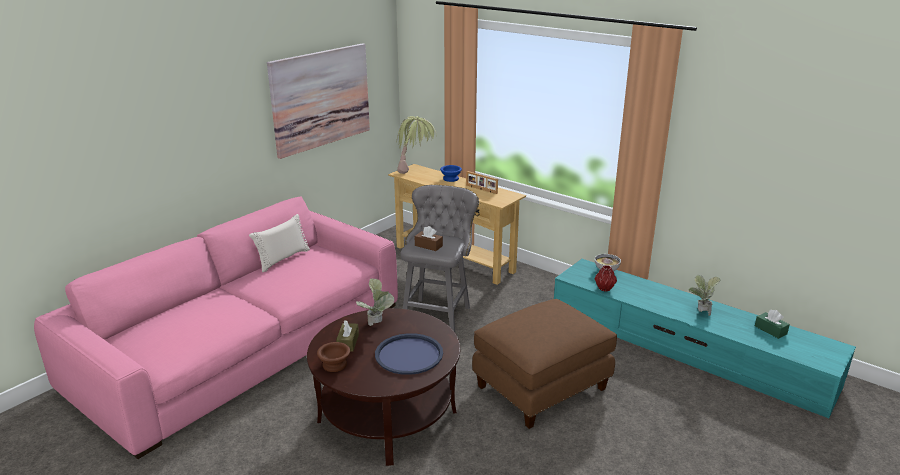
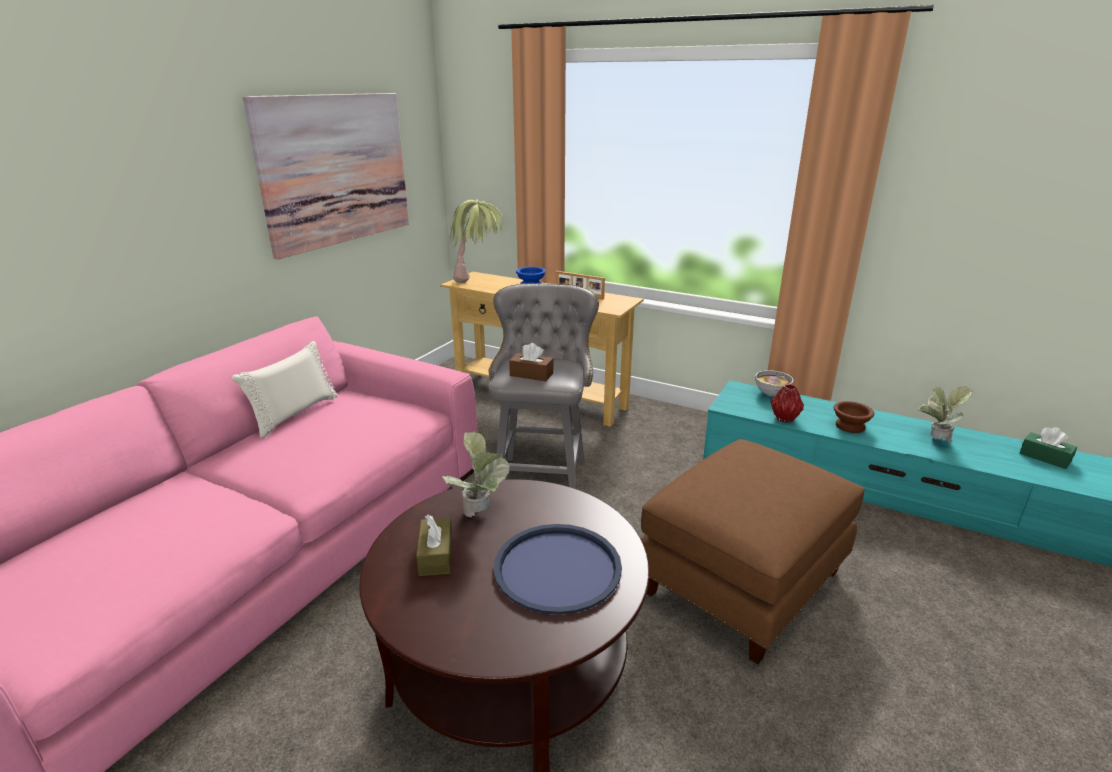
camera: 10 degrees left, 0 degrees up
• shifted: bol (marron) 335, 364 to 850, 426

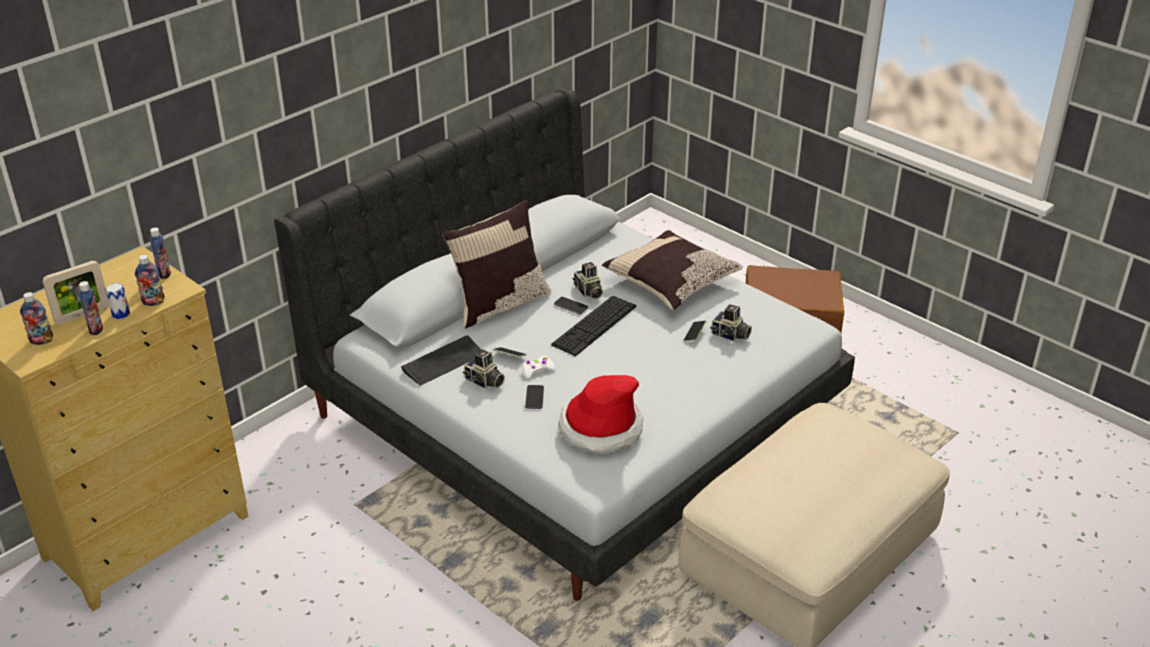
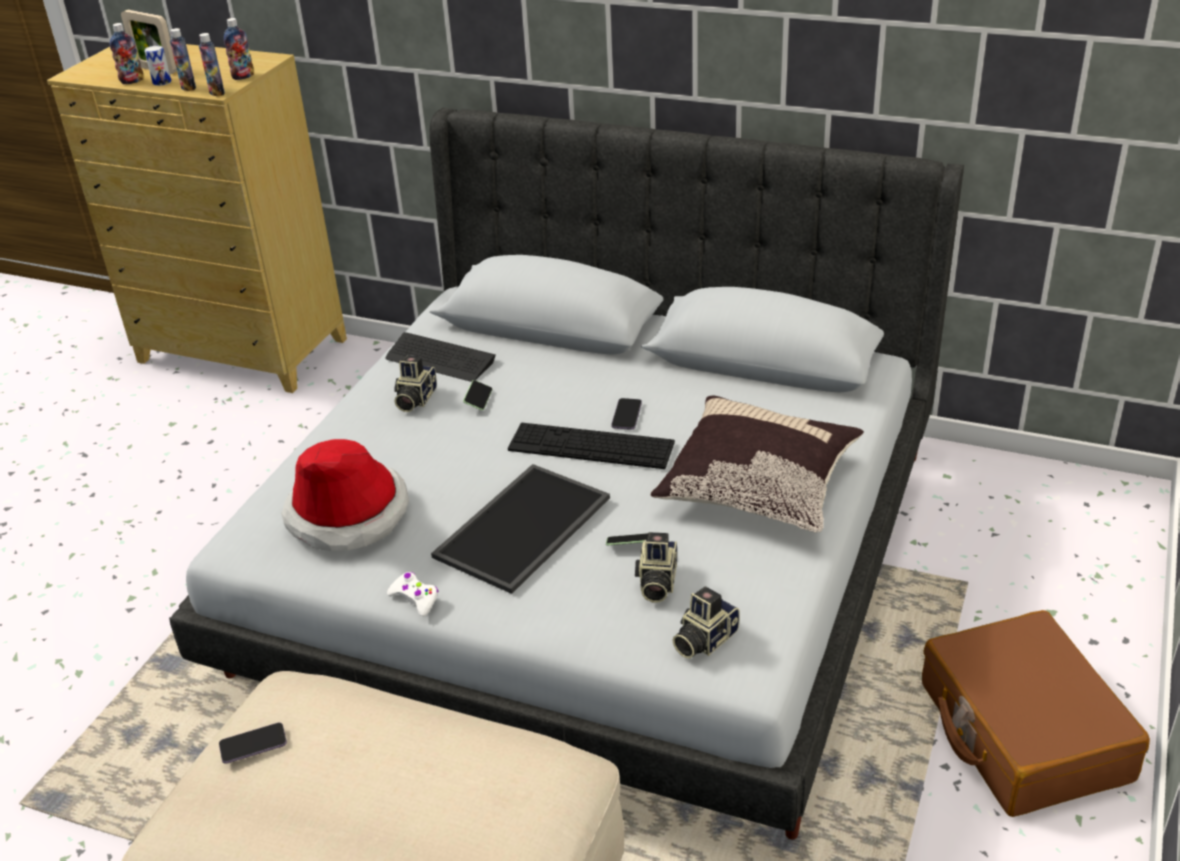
camera: 70 degrees right, 0 degrees up
• shifted: bouteille 41, 341 to 217, 92
• gone: coussin 499, 304
• shifted: manette (blanc) 537, 370 to 415, 598
• shifted: téléphone 534, 398 to 253, 744
• shifted: appareil photo 588, 292 to 703, 639
• new: plateau 524, 529

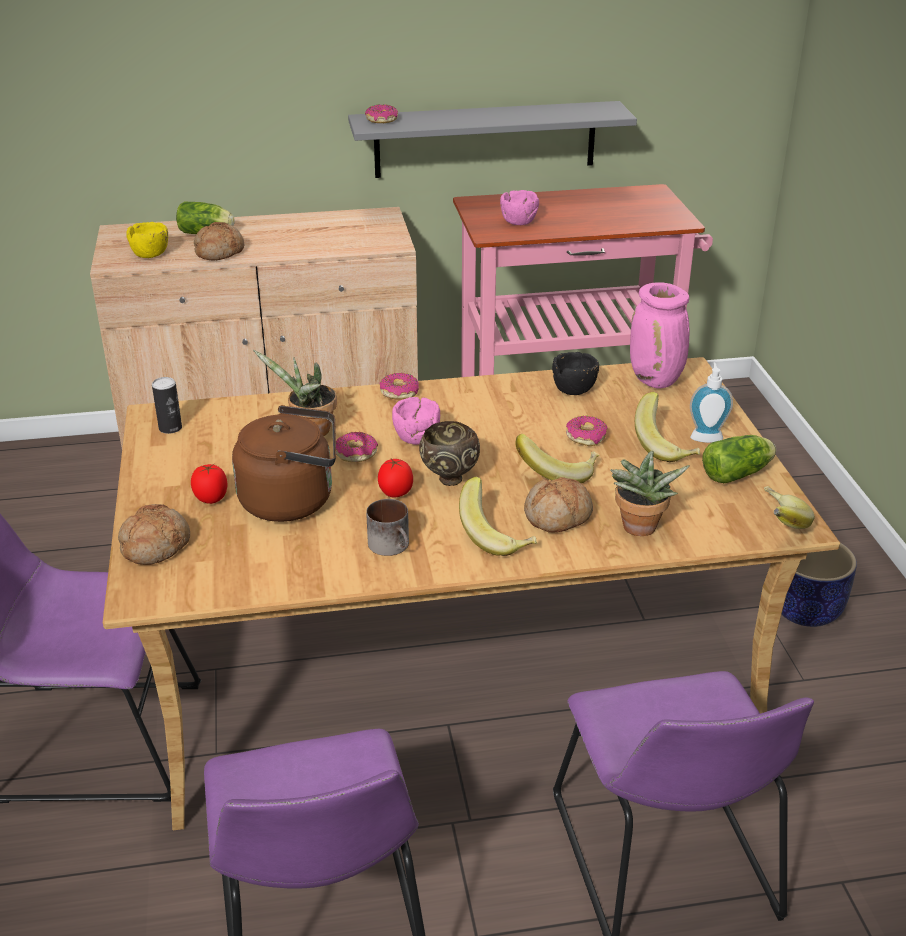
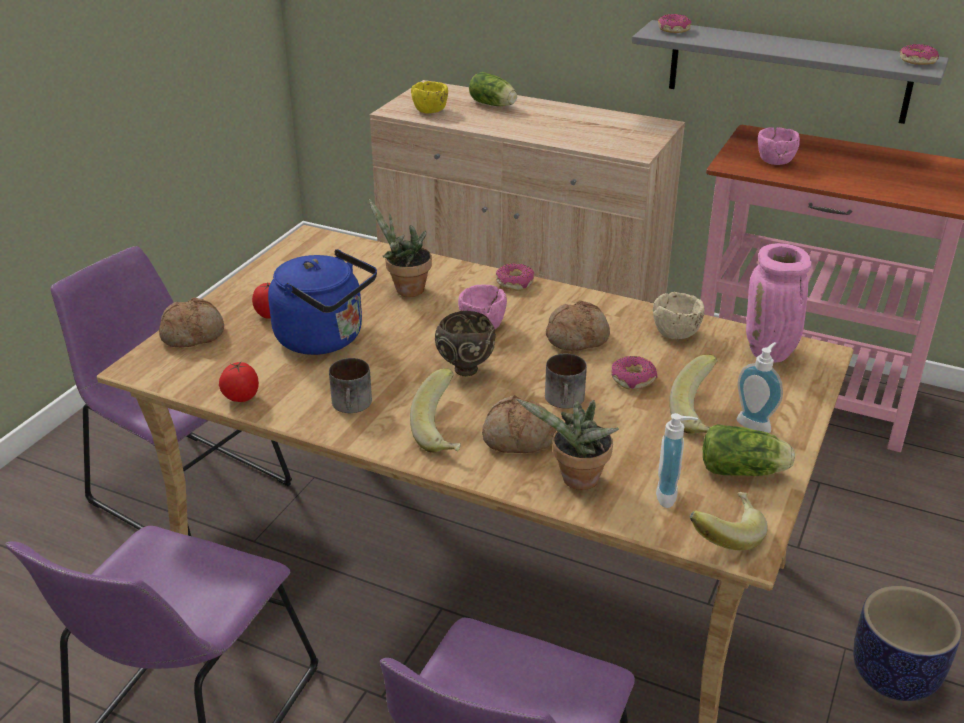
camera: 35 degrees right, 0 degrees up
• gone: boîte métallique 170, 428
• shifted: pain 219, 251 to 577, 337
• repainted: bouilloire (marron) 293, 500 to bouilloire (bleu) 325, 339
• shifted: beignet 356, 453 to 917, 61
• shifted: tomate 395, 494 to 241, 398
• swapped: banane 558, 472 to mug 566, 400
• repainted: bol (noir) 574, 389 to bol (beige) 676, 332
• new: distributeur de savon 671, 495

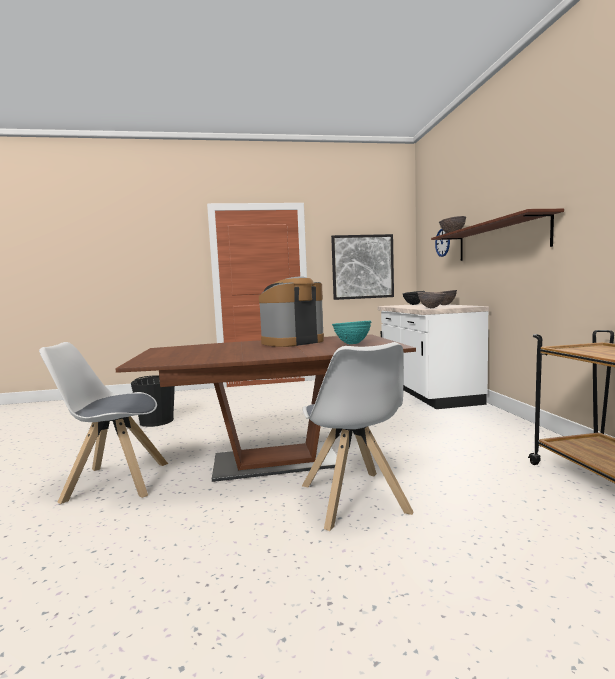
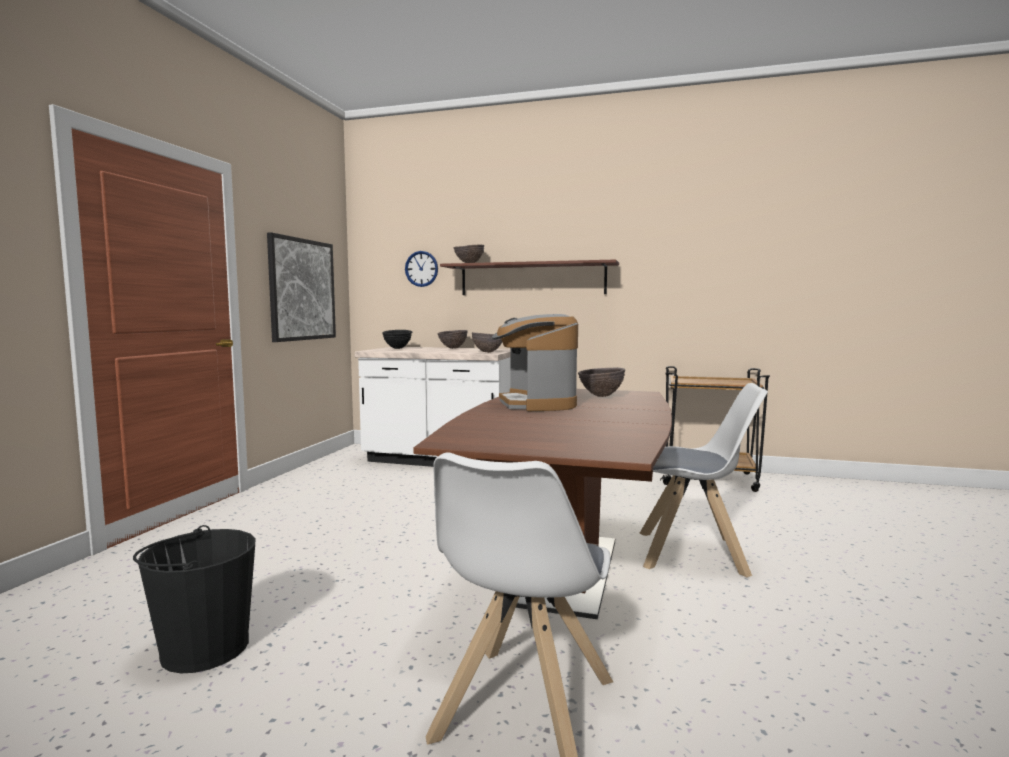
camera: 65 degrees left, 0 degrees up
• repainted: bol (turquoise) 352, 344 to bol (marron) 601, 396

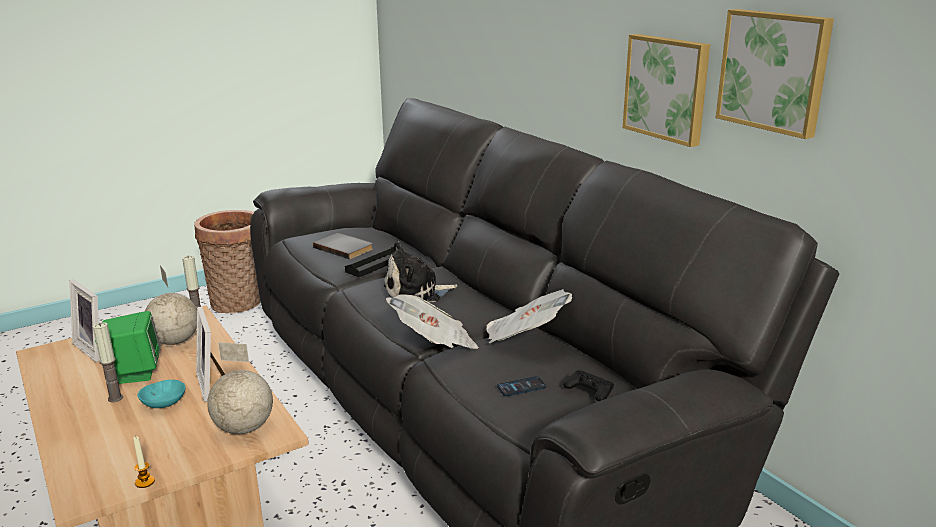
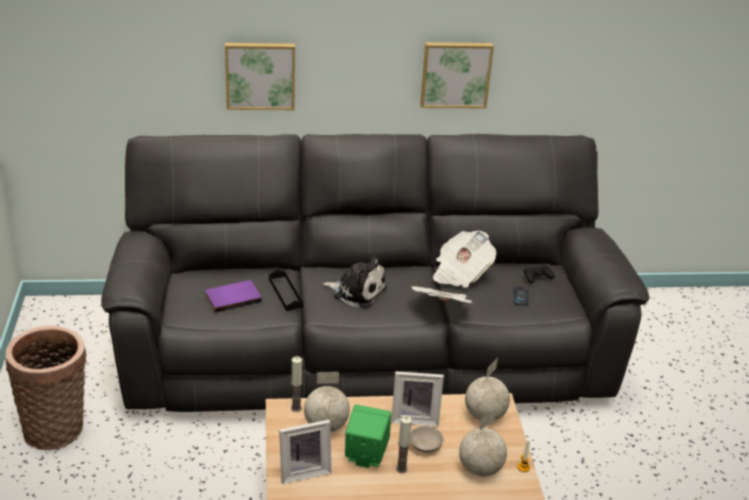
camera: 65 degrees left, 10 degrees up
• repainted: bol (turquoise) 163, 403 to bol (beige) 426, 446
• repainted: livre (gris) 345, 248 to livre (violet) 232, 297
• rotated: peluche 416, 293 = 357, 292 75 degrees counterclockwise
• shifted: tableau 774, 71 to 260, 75
• new: globe 481, 469

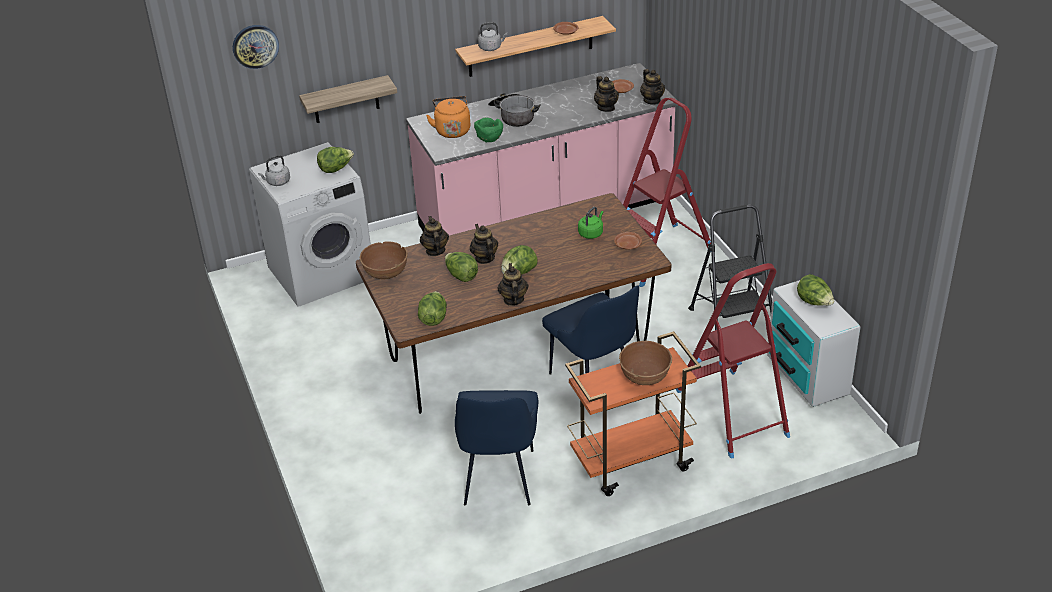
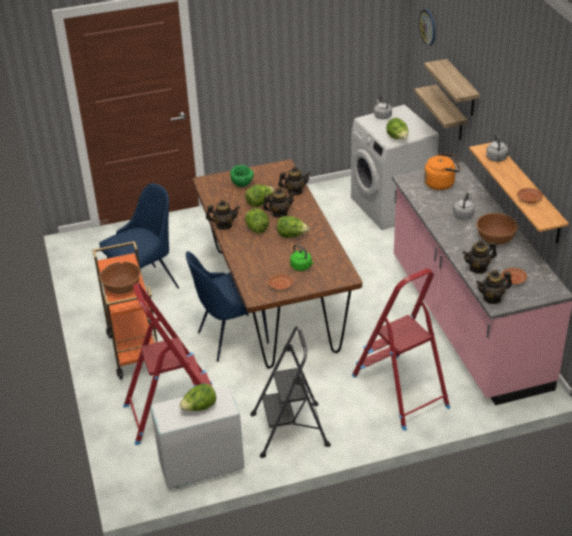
camera: 95 degrees right, 0 degrees up
• shifted: bol (marron) 385, 272 to 495, 239
• shifted: laitue 433, 318 to 292, 235
• rotated: chaise (bleu) 499, 478 = 145, 287 135 degrees clockwise
• shifted: bol (vert) 489, 140 to 242, 185
• swapped: marmite 513, 116 to bouilloire (gris) 463, 214
• new: étagère 462, 89

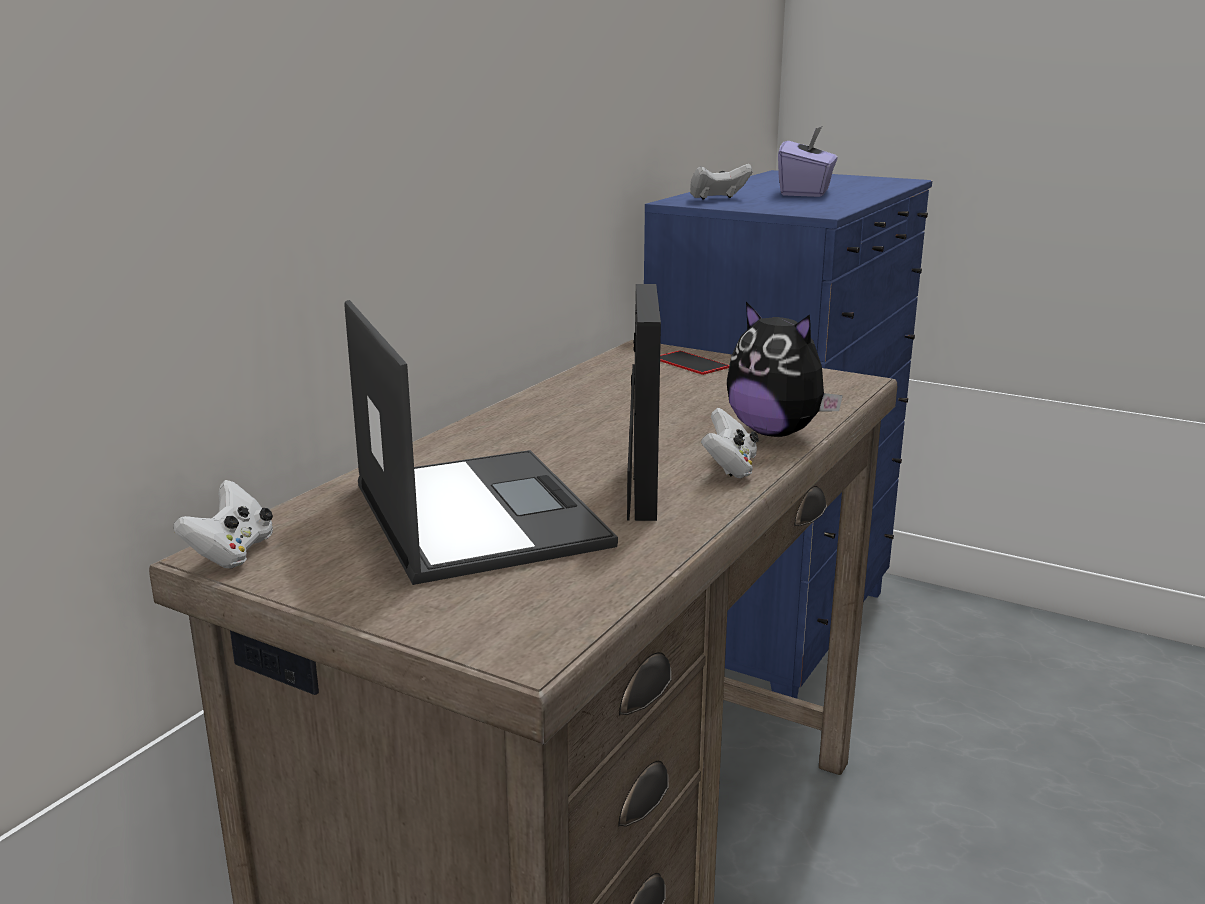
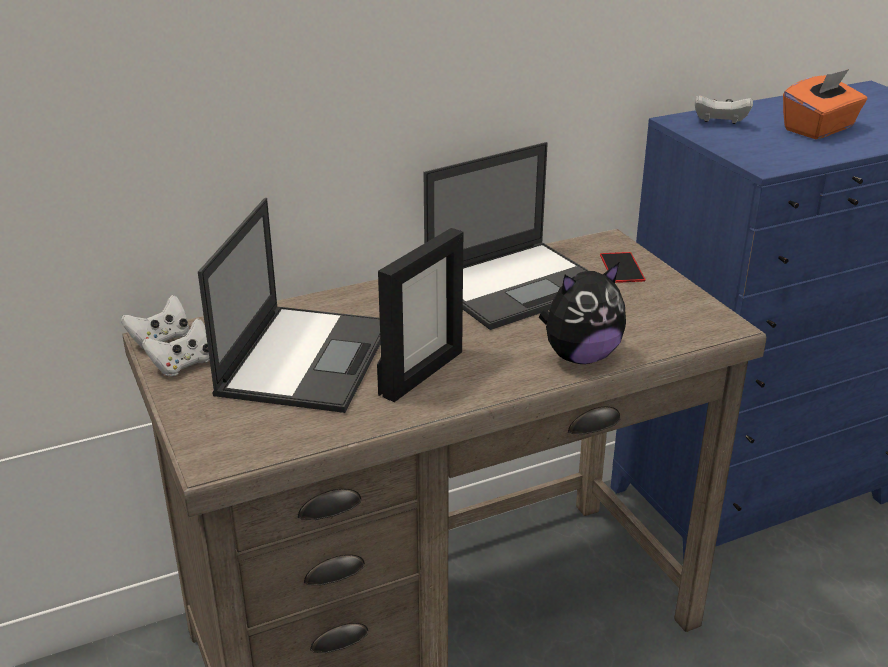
camera: 35 degrees right, 10 degrees up
• shifted: manette (blanc) 729, 468 to 183, 365
• rotated: peluche 776, 432 = 580, 356 105 degrees counterclockwise
• repainted: boîte à mouchoirs (violet) 806, 193 to boîte à mouchoirs (orange) 819, 129
• new: ordinateur portable 517, 284

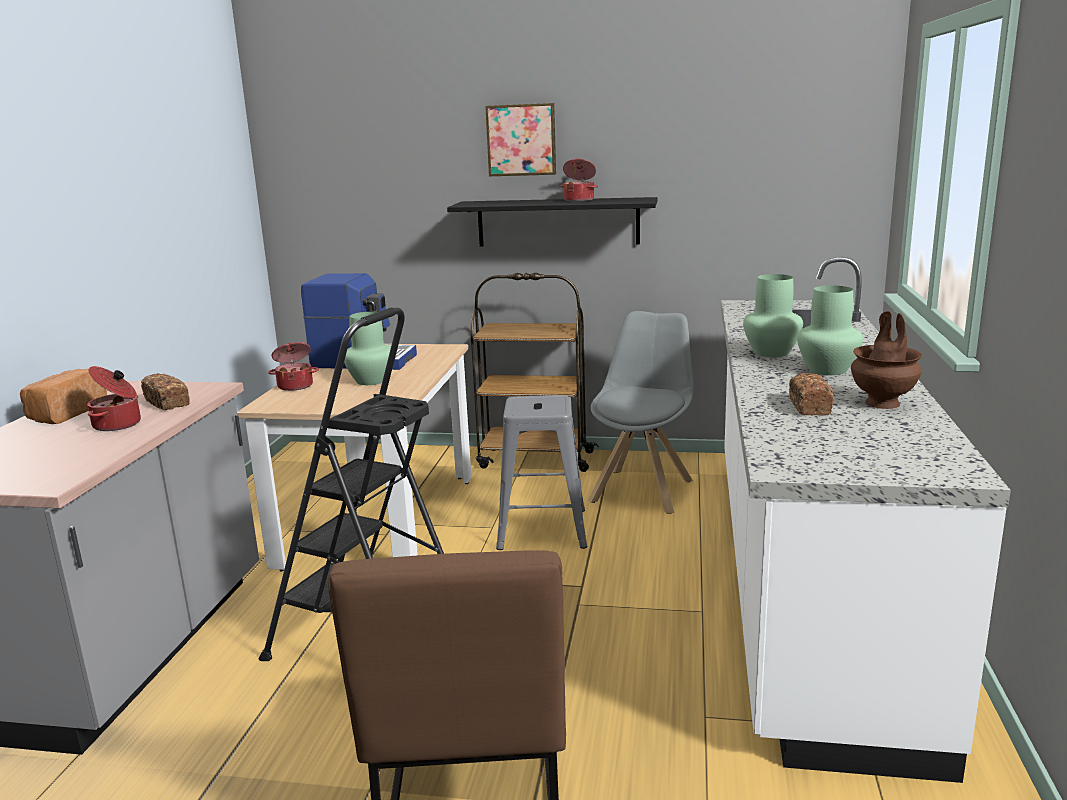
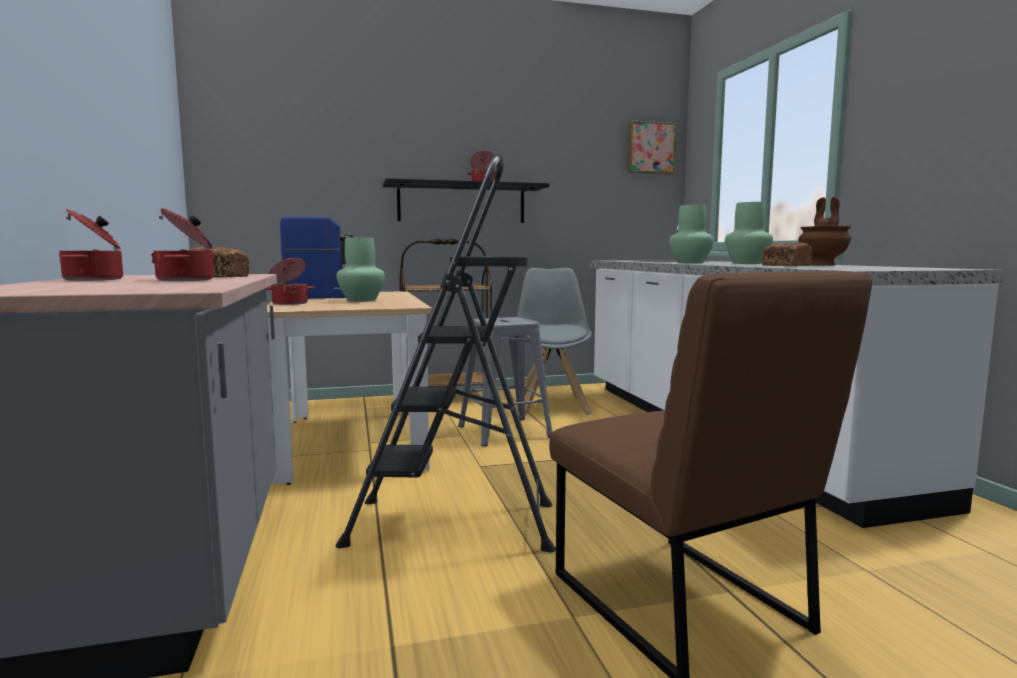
camera: 25 degrees left, 10 degrees down
• swapped: pain 65, 413 to marmite 95, 279
• shifted: tableau 521, 140 to 650, 148

